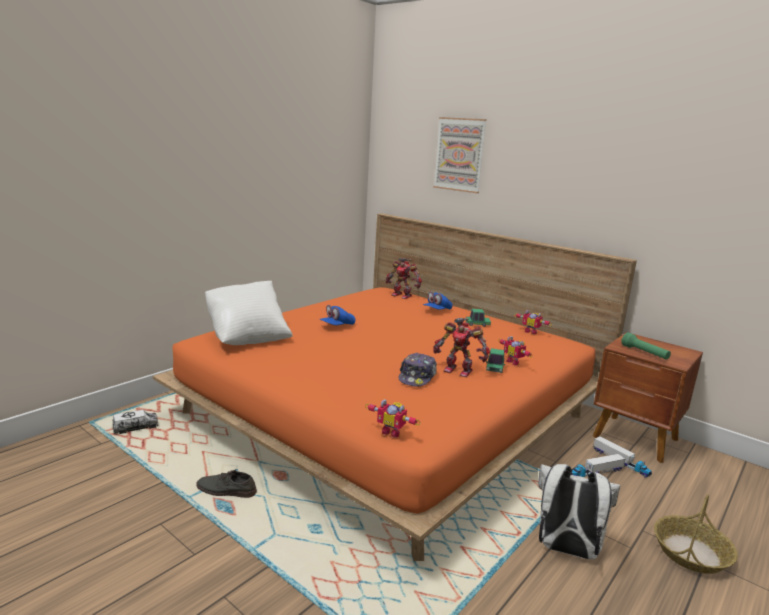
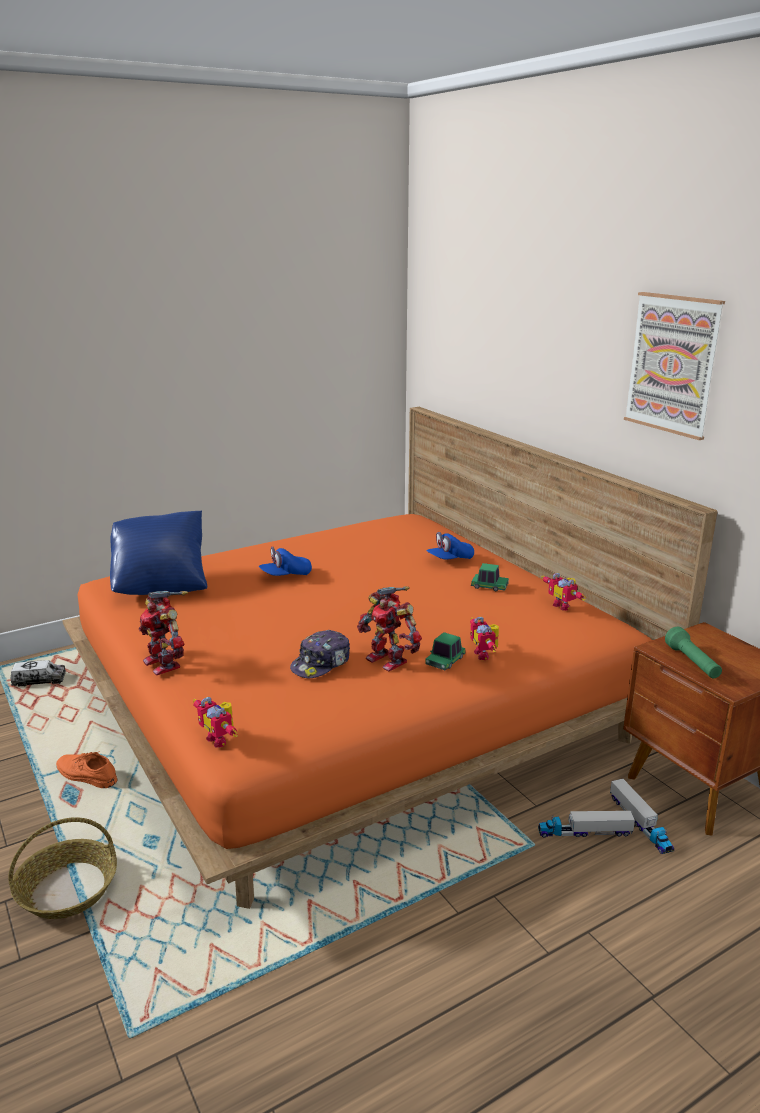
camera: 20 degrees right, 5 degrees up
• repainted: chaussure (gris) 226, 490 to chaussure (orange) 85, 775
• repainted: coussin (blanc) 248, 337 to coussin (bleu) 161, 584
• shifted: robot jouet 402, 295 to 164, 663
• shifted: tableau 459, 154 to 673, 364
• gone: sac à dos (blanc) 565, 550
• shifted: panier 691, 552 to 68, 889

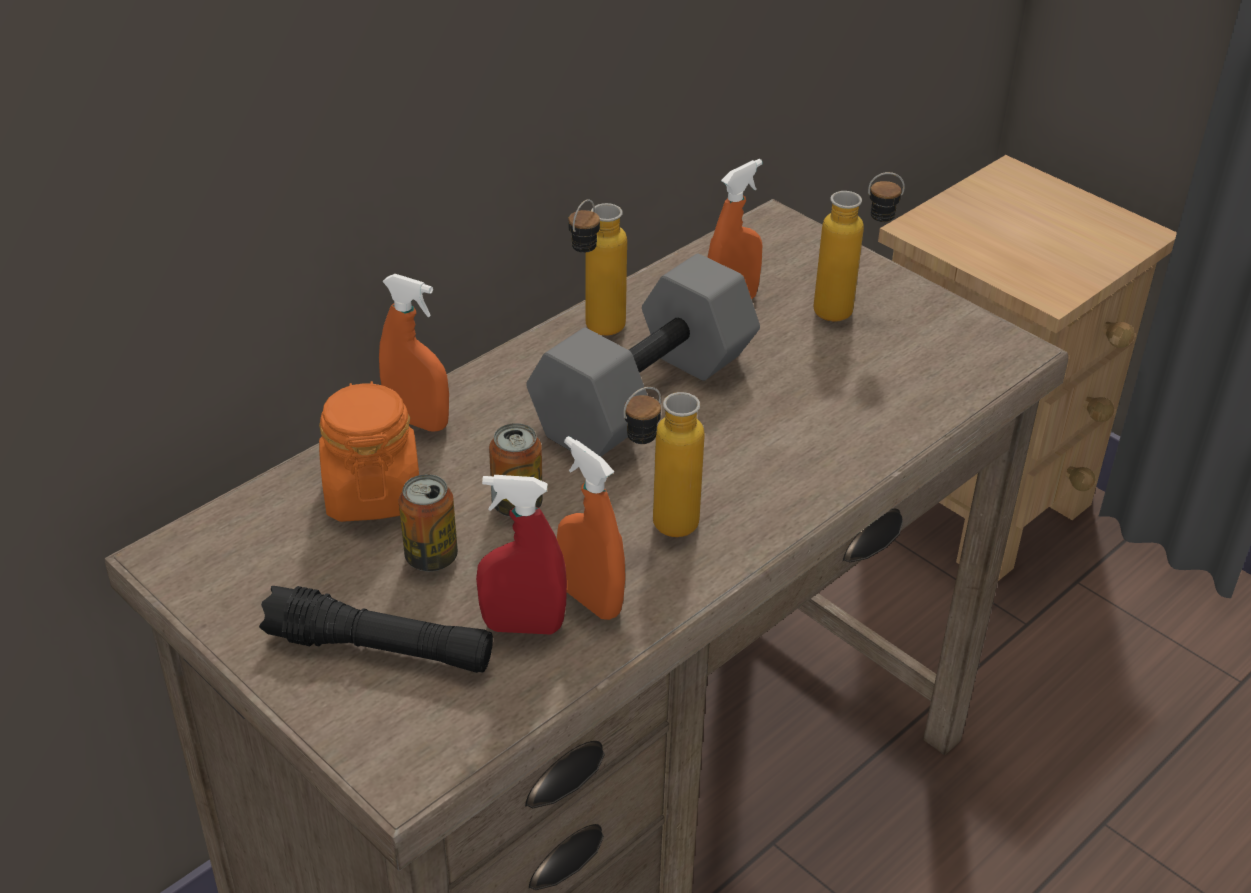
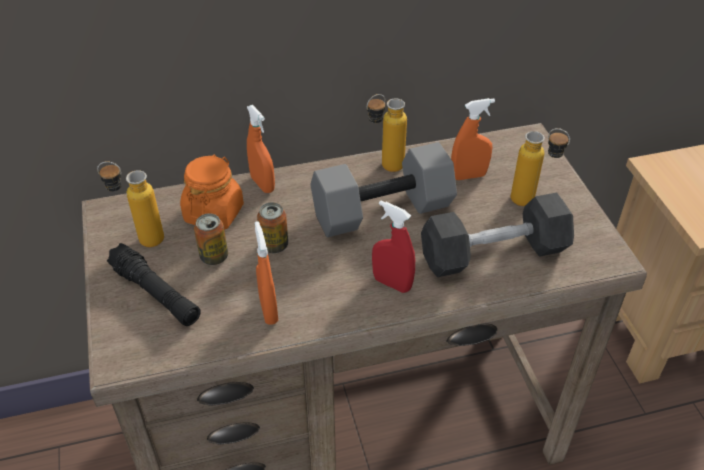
camera: 30 degrees right, 5 degrees up
• shifted: vaporisateur (rouge) 523, 626 to 392, 283
• shifted: bouteille 658, 530 to 141, 239
• new: haltère (noir) 493, 253

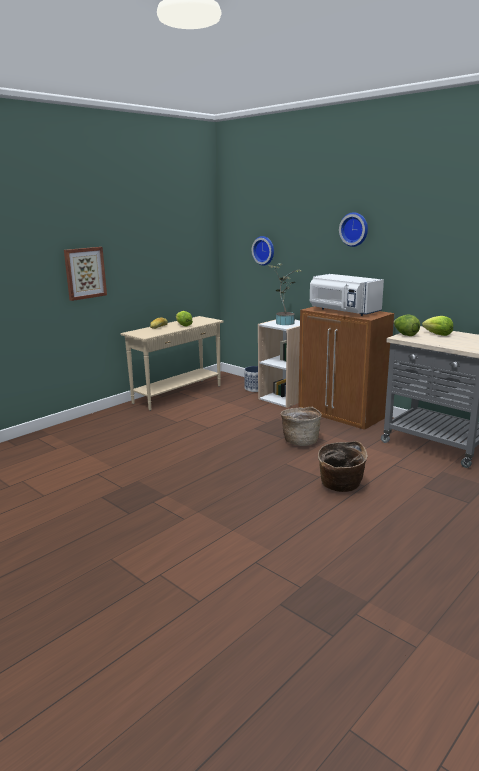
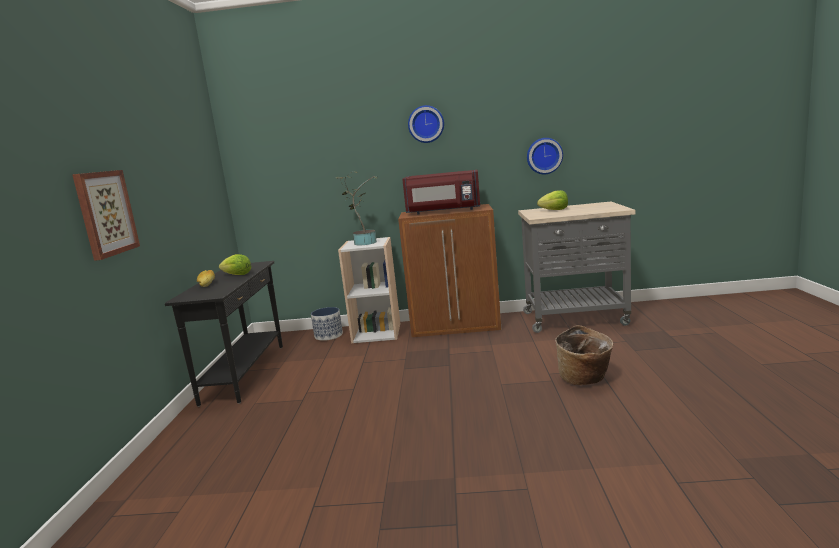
camera: 40 degrees left, 5 degrees down
• repainted: table console (beige) 177, 394 to table console (noir) 244, 373
• shifted: horloge murale 264, 250 to 544, 156
• gone: panier 300, 441
• repainted: micro-ondes (blanc) 343, 311 to micro-ondes (rouge) 443, 211
• gone: laitue 405, 335

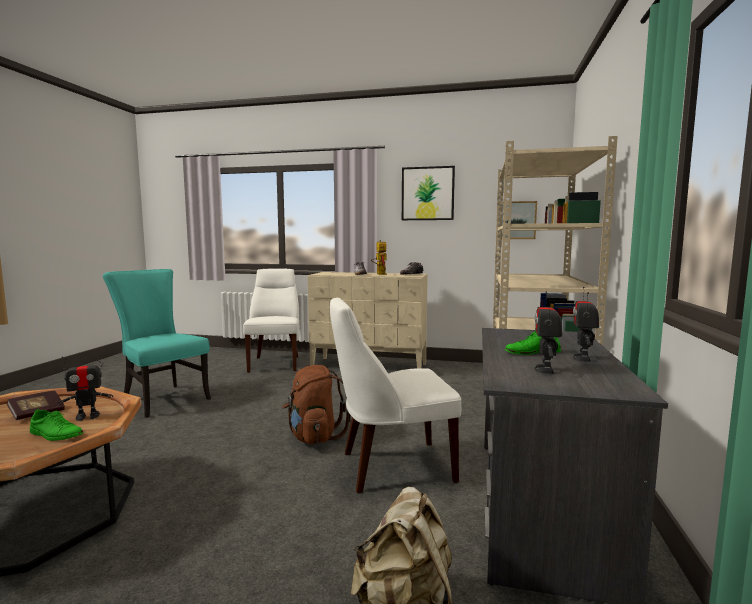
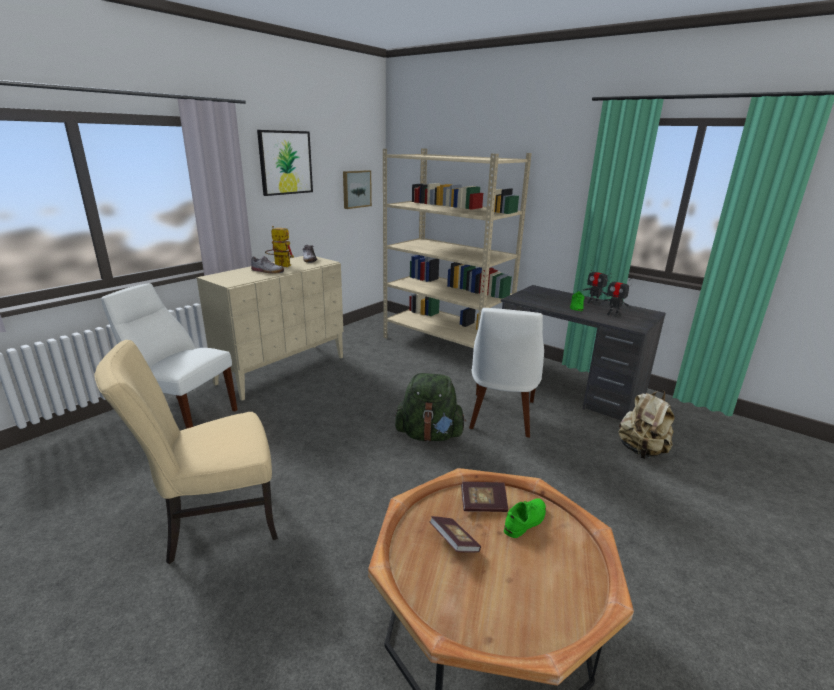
camera: 65 degrees left, 15 degrees up
• swapped: robot jouet 87, 416 to livre 483, 504
• repainted: chaise (turquoise) 162, 398 to chaise (beige) 212, 522
• repainted: sac à dos (marron) 314, 437 to sac à dos (vert) 429, 435

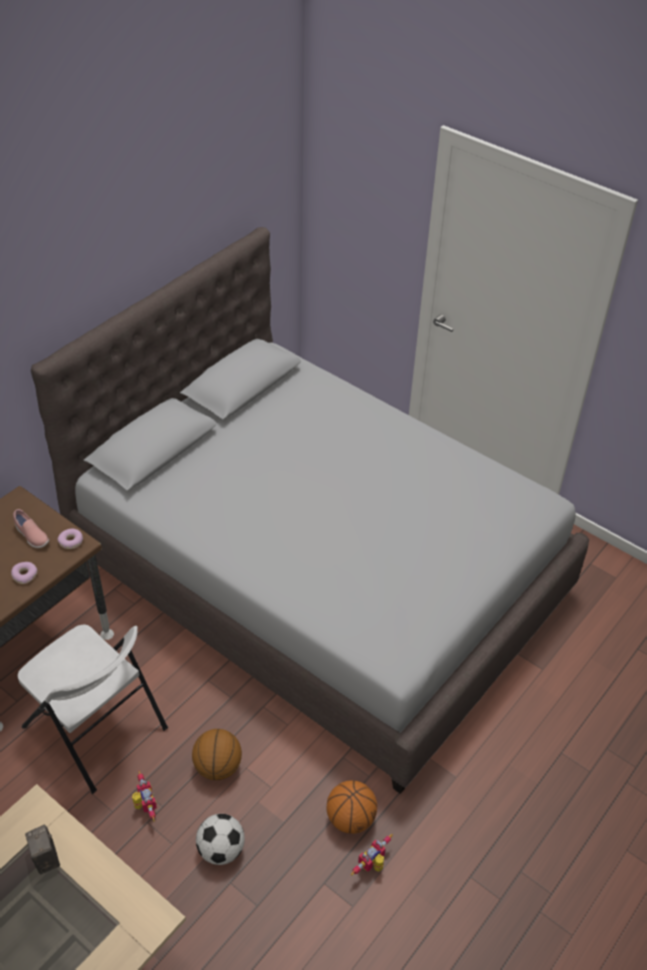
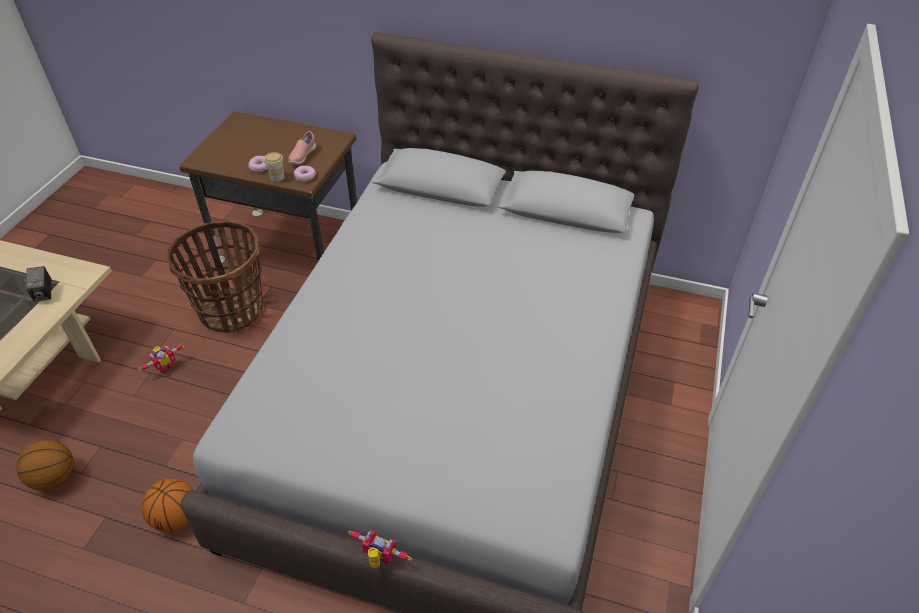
camera: 70 degrees right, 0 degrees up
• swapped: chaise (blanc) 94, 728 to panier 232, 310
• rotated: appareil photo 45, 857 = 44, 293 120 degrees clockwise
• shifted: ballon de basket 217, 767 to 54, 478
• gone: ballon de foot 221, 849
• shifted: robot jouet 373, 866 to 379, 560
• new: tasse 277, 177

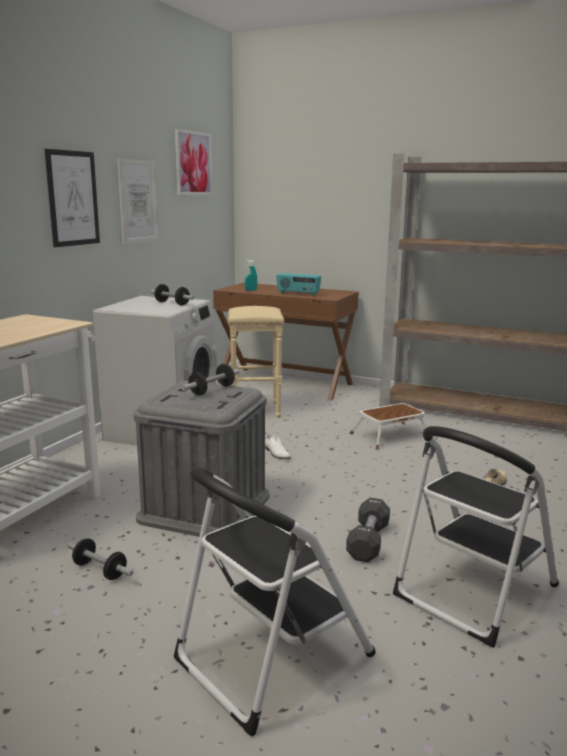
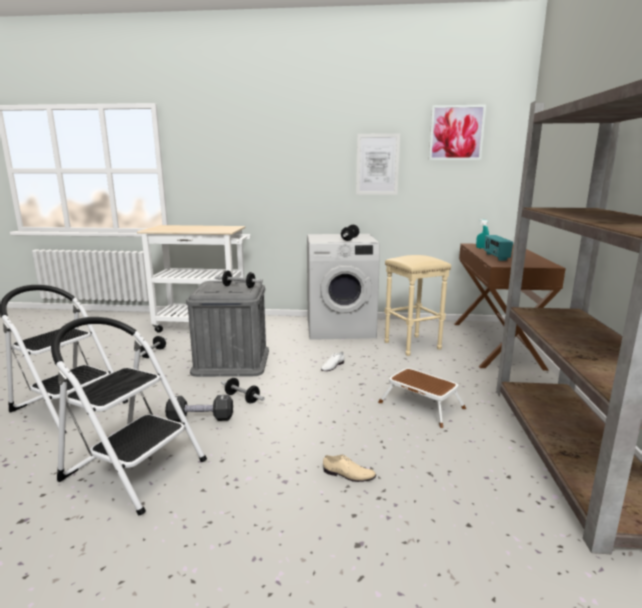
camera: 70 degrees right, 0 degrees up
• gone: tableau 73, 198
• new: haltère 242, 398

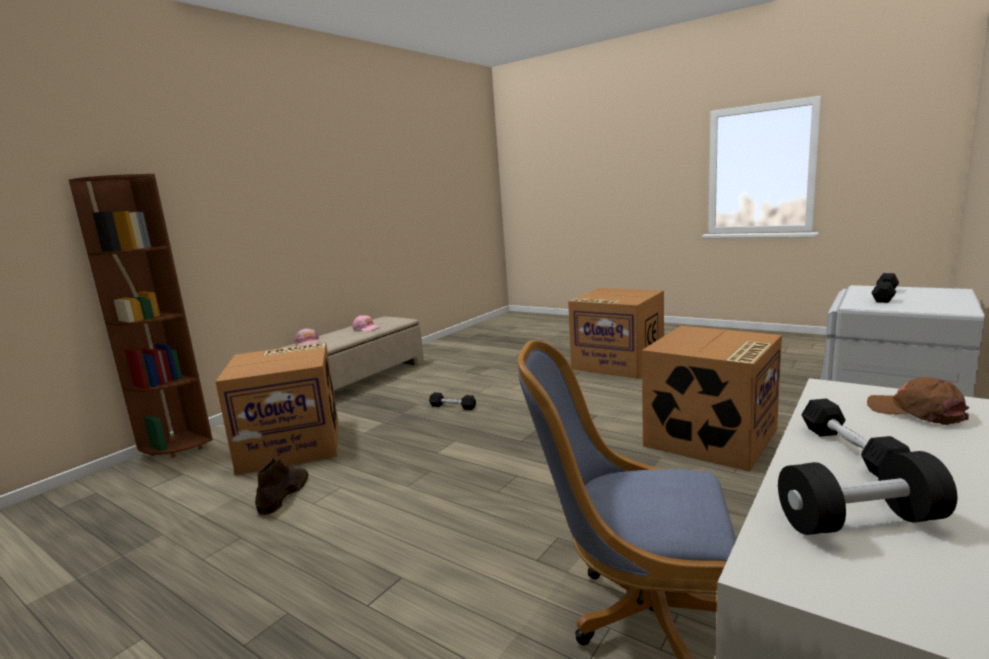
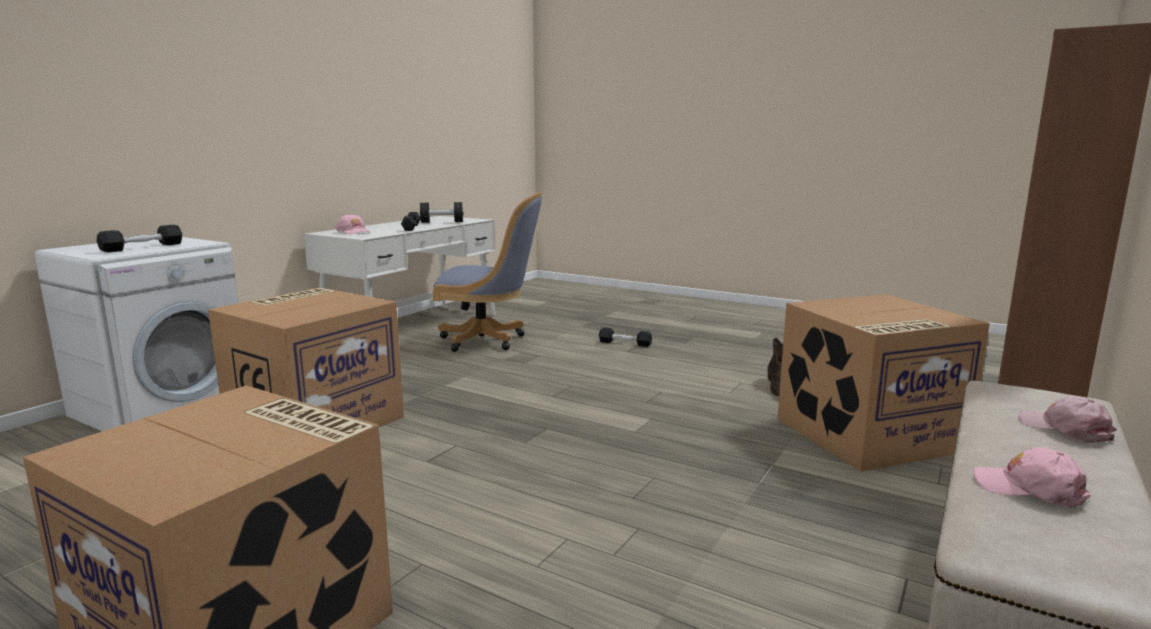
camera: 175 degrees right, 0 degrees up
• shifted: haltère (noir) 453, 406 to 625, 343
• repainted: casquette (marron) 916, 411 to casquette (rose) 354, 232

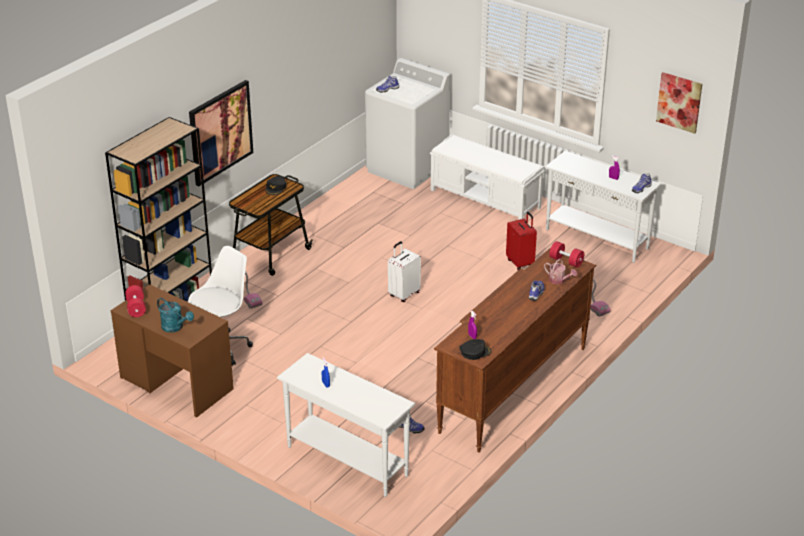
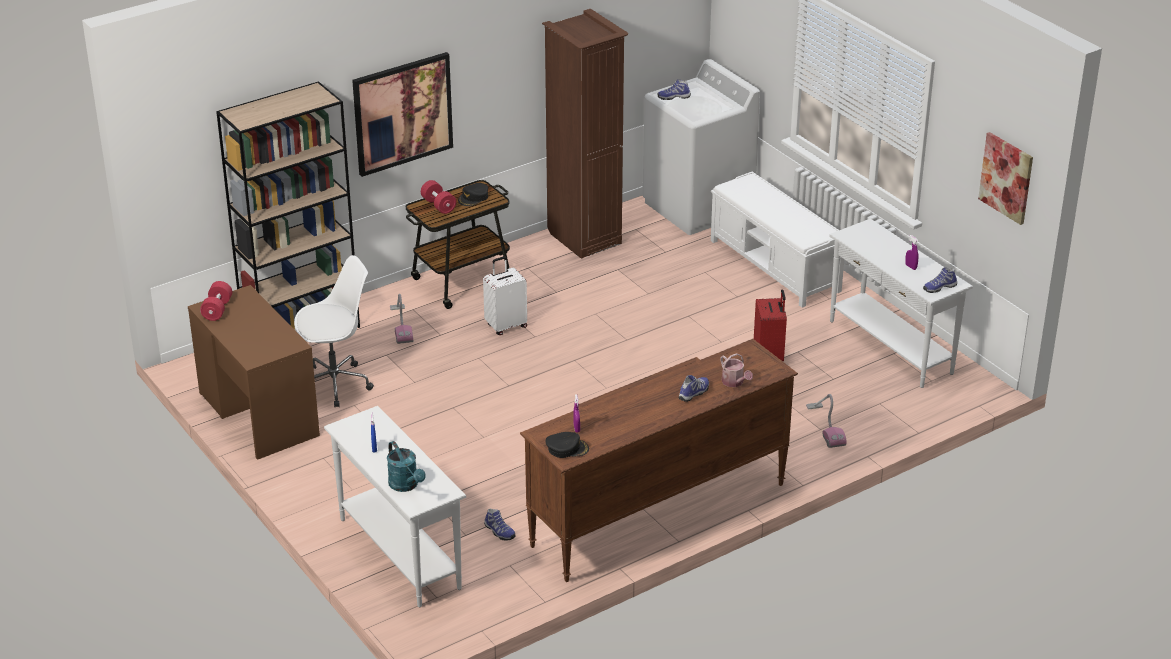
camera: 20 degrees right, 0 degrees up
• shifted: arrosoir (turquoise) 175, 327 to 406, 485
• shifted: valise (blanc) 403, 294 to 506, 326
• shifted: haltère (rouge) 566, 261 to 438, 205
• new: meuble de rangement (marron) 585, 238

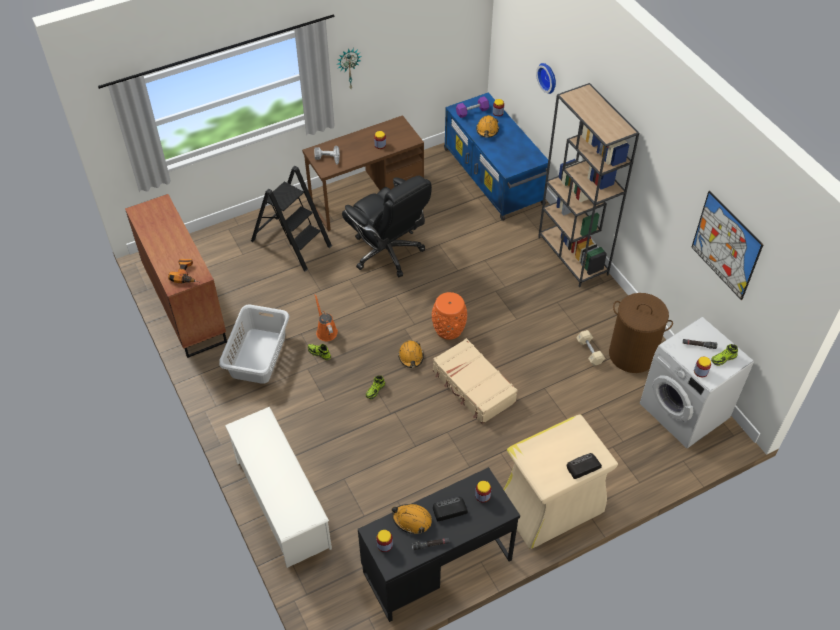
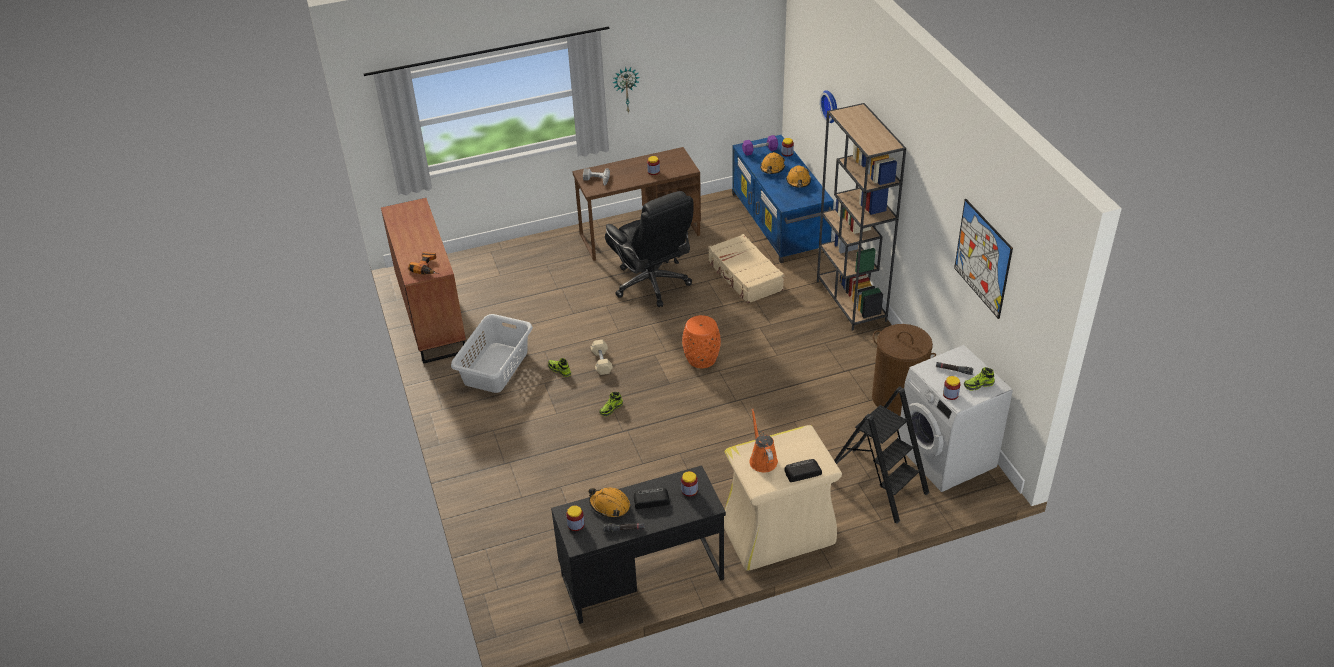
camera: 10 degrees right, 10 degrees down
• gone: étagère à chaussures (blanc) 282, 503
• shifted: escabeau (noir) 290, 242 to 874, 483
• shifted: arrosoir (orange) 326, 331 to 762, 459
• shifted: casque de chantier (orange) 411, 356 to 798, 181
• shifted: valise (beige) 473, 387 to 745, 276
• shifted: haltère (beige) 589, 352 to 601, 362

